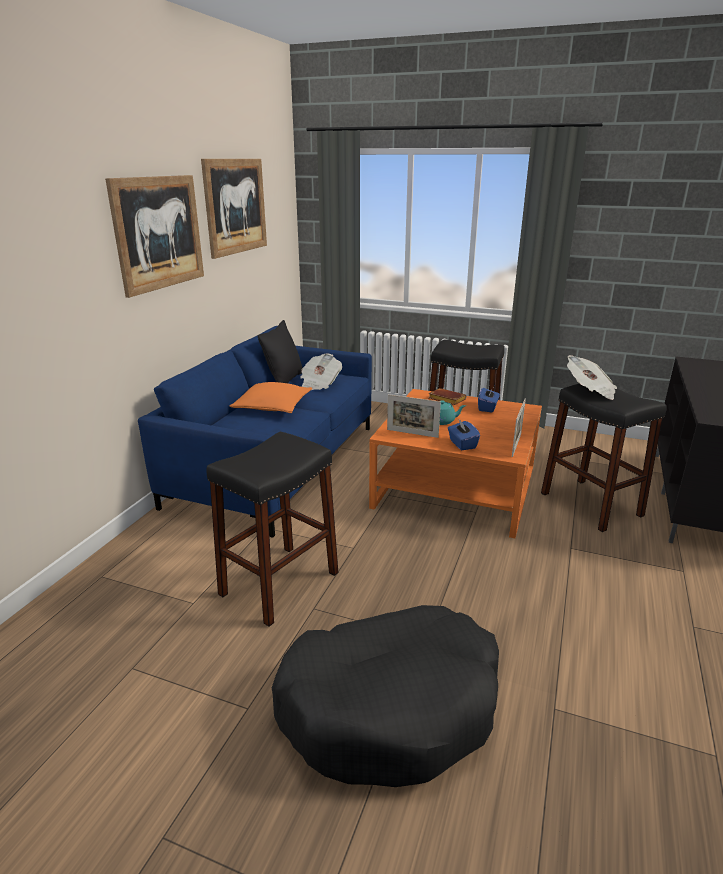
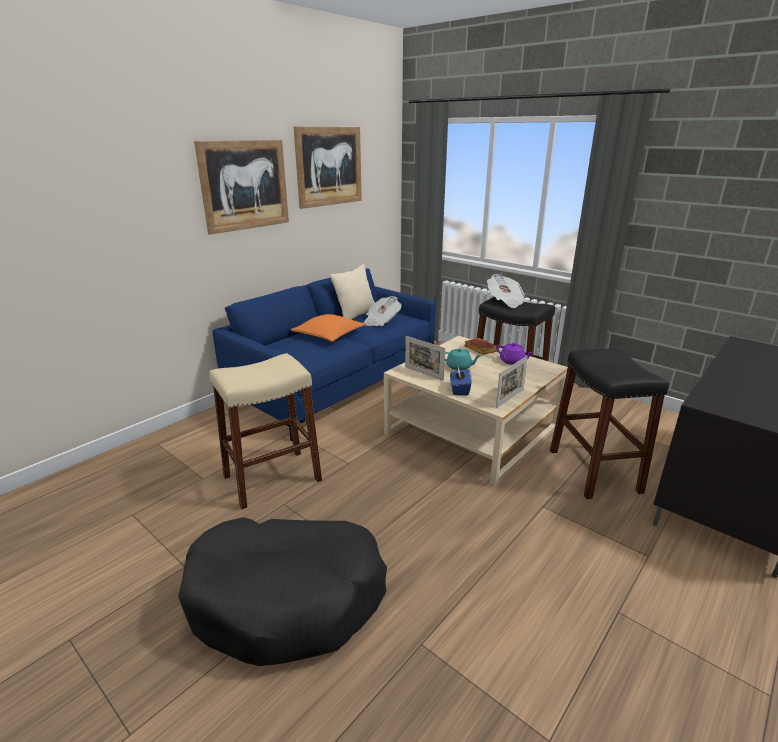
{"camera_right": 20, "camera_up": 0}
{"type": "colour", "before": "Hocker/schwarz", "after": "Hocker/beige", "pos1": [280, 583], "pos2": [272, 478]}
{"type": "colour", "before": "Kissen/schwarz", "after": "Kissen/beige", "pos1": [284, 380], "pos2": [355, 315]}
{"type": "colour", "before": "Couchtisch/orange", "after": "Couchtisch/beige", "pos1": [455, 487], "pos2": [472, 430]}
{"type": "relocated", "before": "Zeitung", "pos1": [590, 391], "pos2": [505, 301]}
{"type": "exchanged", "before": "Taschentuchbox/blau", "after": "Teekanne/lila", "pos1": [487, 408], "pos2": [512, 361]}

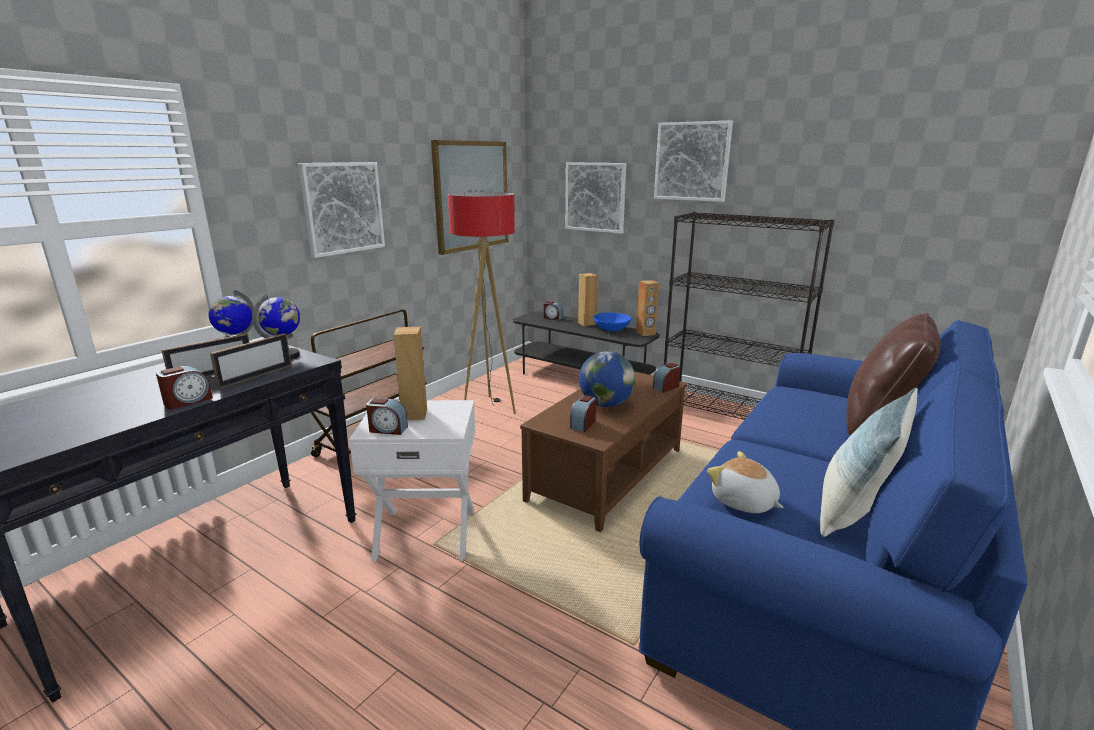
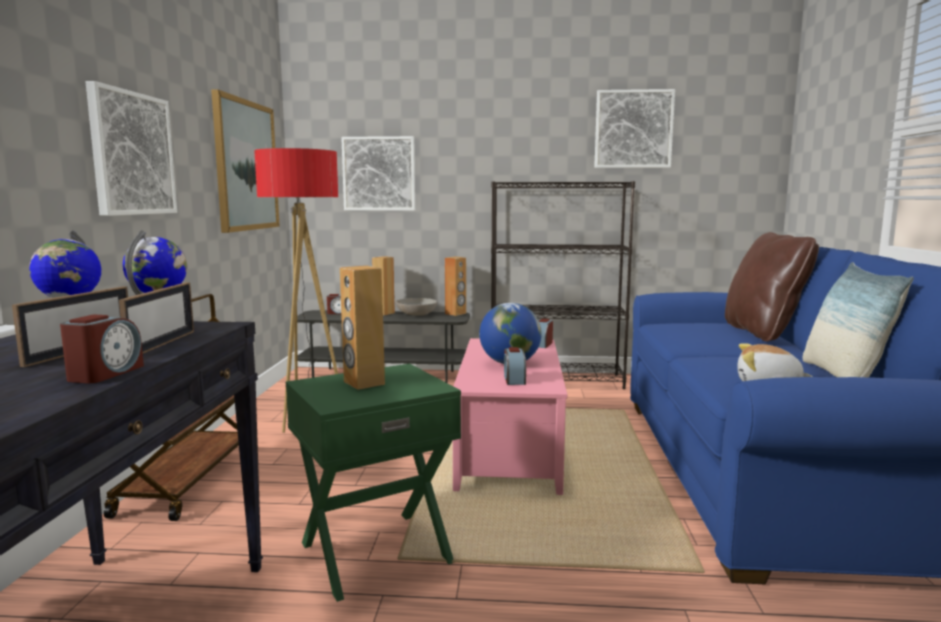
{"camera_right": -30, "camera_up": -10}
{"type": "colour", "before": "Beistelltisch/weiß", "after": "Beistelltisch/grün", "pos1": [426, 532], "pos2": [375, 551]}
{"type": "colour", "before": "Schüssel/blau", "after": "Schüssel/grau", "pos1": [611, 329], "pos2": [416, 314]}
{"type": "colour", "before": "Couchtisch/braun", "after": "Couchtisch/rosa", "pos1": [608, 475], "pos2": [511, 448]}
{"type": "relocated", "before": "Bild", "pos1": [692, 161], "pos2": [633, 129]}
{"type": "missing", "before": "Wecker", "pos1": [387, 429]}

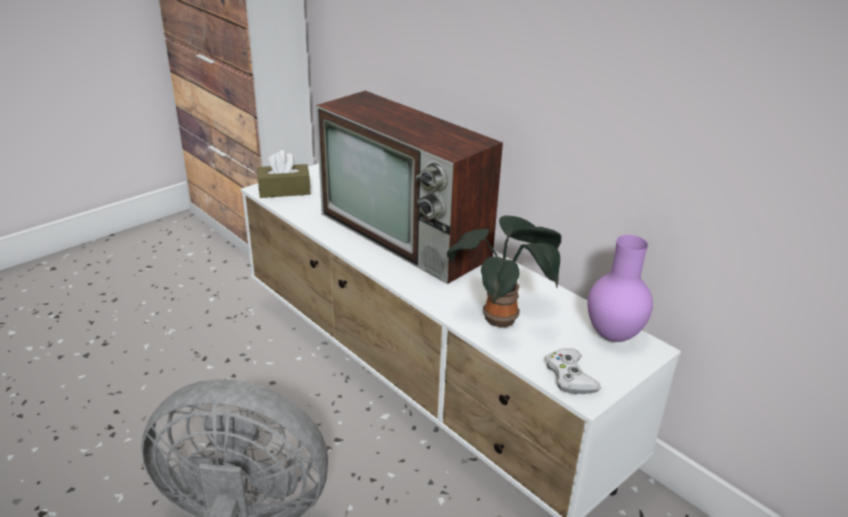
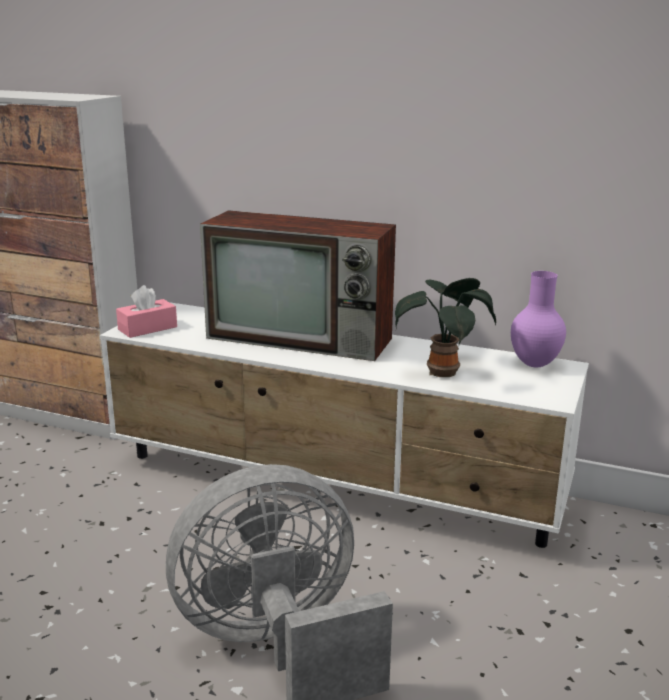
{"camera_right": -25, "camera_up": -10}
{"type": "colour", "before": "Taschentuchbox/braun", "after": "Taschentuchbox/rosa", "pos1": [284, 190], "pos2": [147, 328]}
{"type": "missing", "before": "Gamepad/weiß", "pos1": [570, 376]}

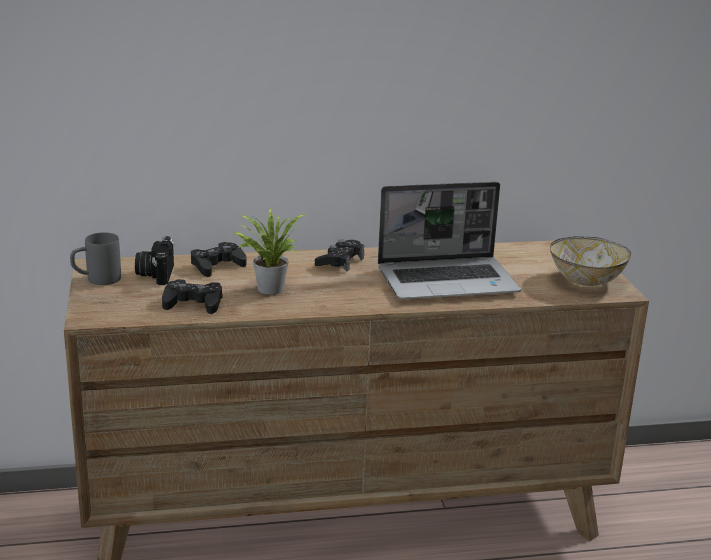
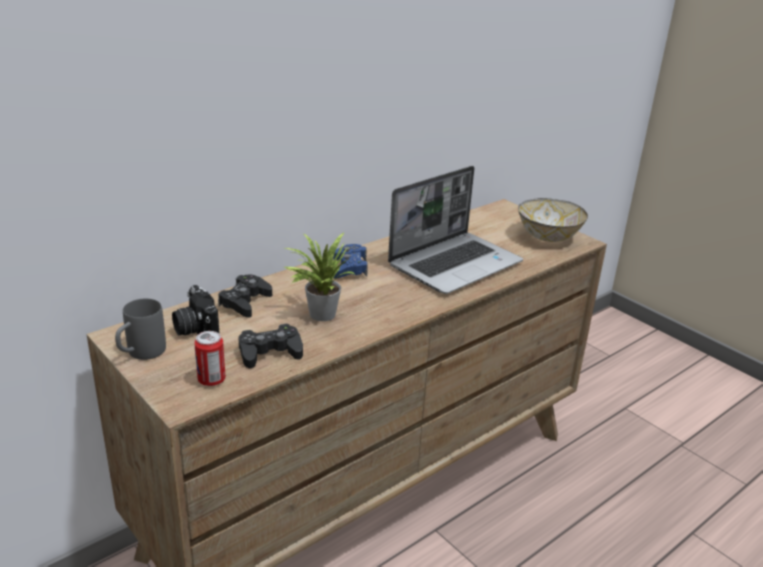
{"camera_right": -30, "camera_up": 5}
{"type": "appeared", "after": "Dose", "pos2": [211, 380]}
{"type": "colour", "before": "Gamepad/schwarz", "after": "Gamepad/blau", "pos1": [340, 262], "pos2": [349, 268]}

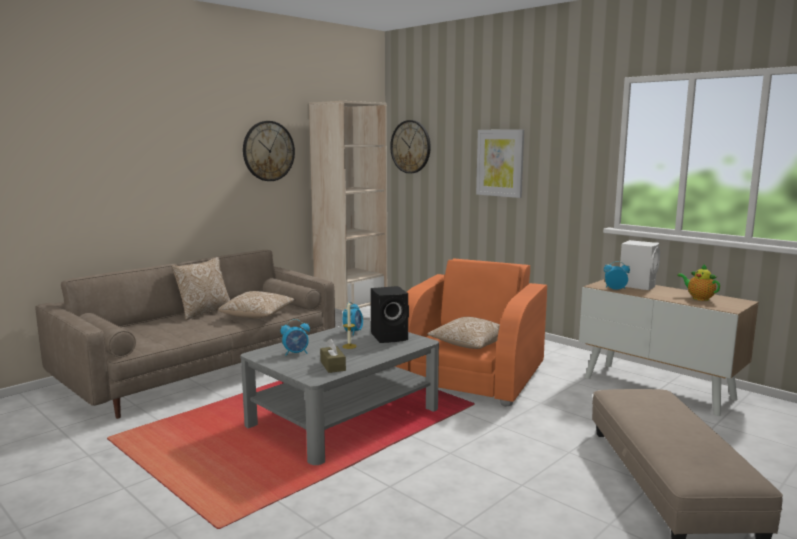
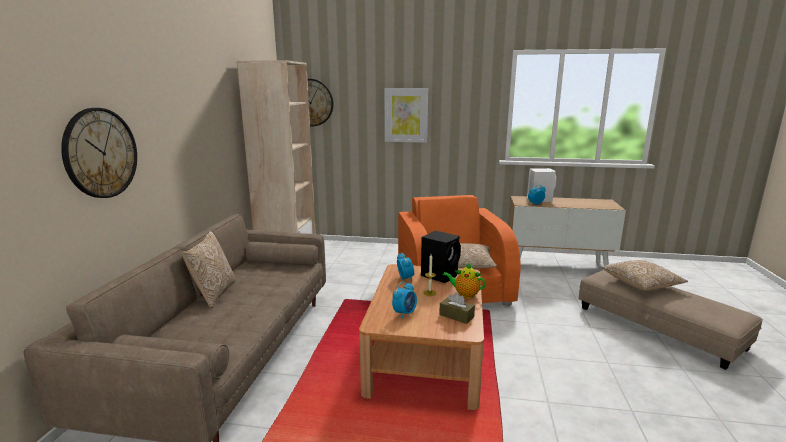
{"camera_right": -35, "camera_up": 5}
{"type": "relocated", "before": "Wanduhr", "pos1": [268, 151], "pos2": [100, 153]}
{"type": "colour", "before": "Couchtisch/grau", "after": "Couchtisch/braun", "pos1": [344, 417], "pos2": [425, 355]}
{"type": "relocated", "before": "Teekanne", "pos1": [698, 298], "pos2": [465, 294]}
{"type": "relocated", "before": "Kissen", "pos1": [258, 316], "pos2": [641, 284]}

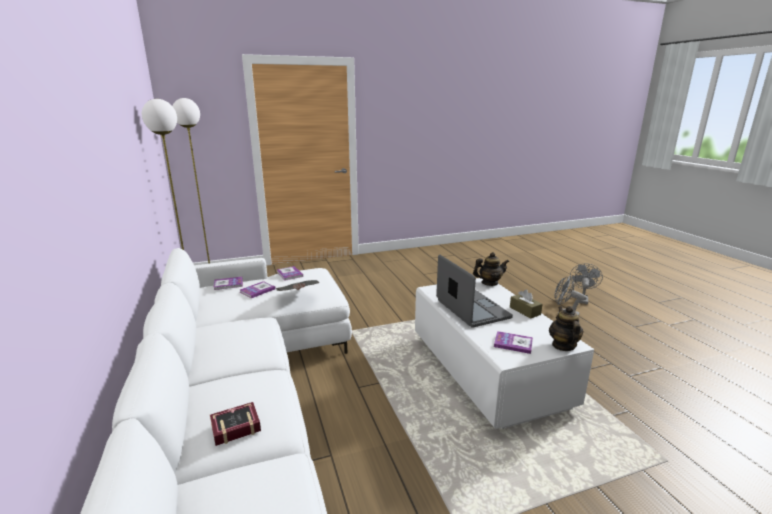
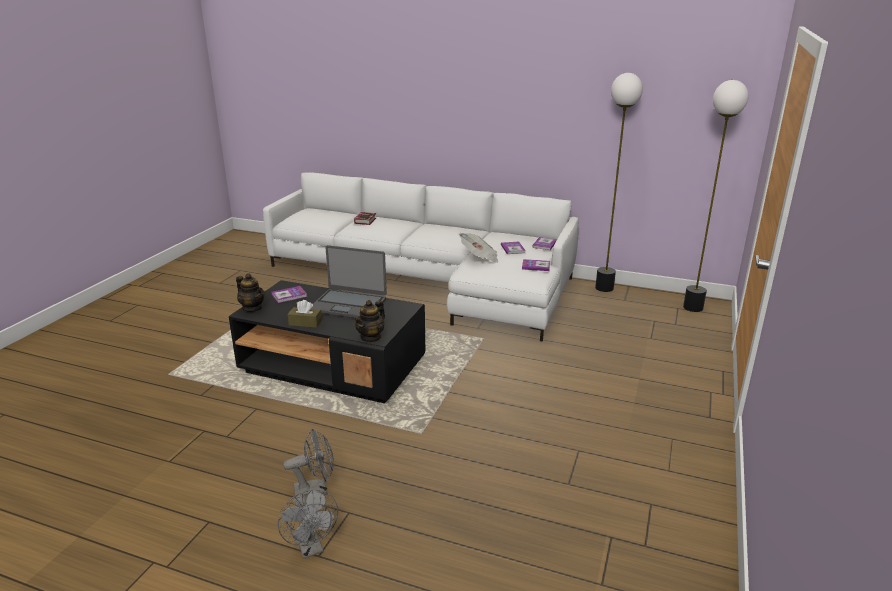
{"camera_right": 130, "camera_up": 5}
{"type": "colour", "before": "Couchtisch/weiß", "after": "Couchtisch/schwarz", "pos1": [487, 370], "pos2": [333, 368]}

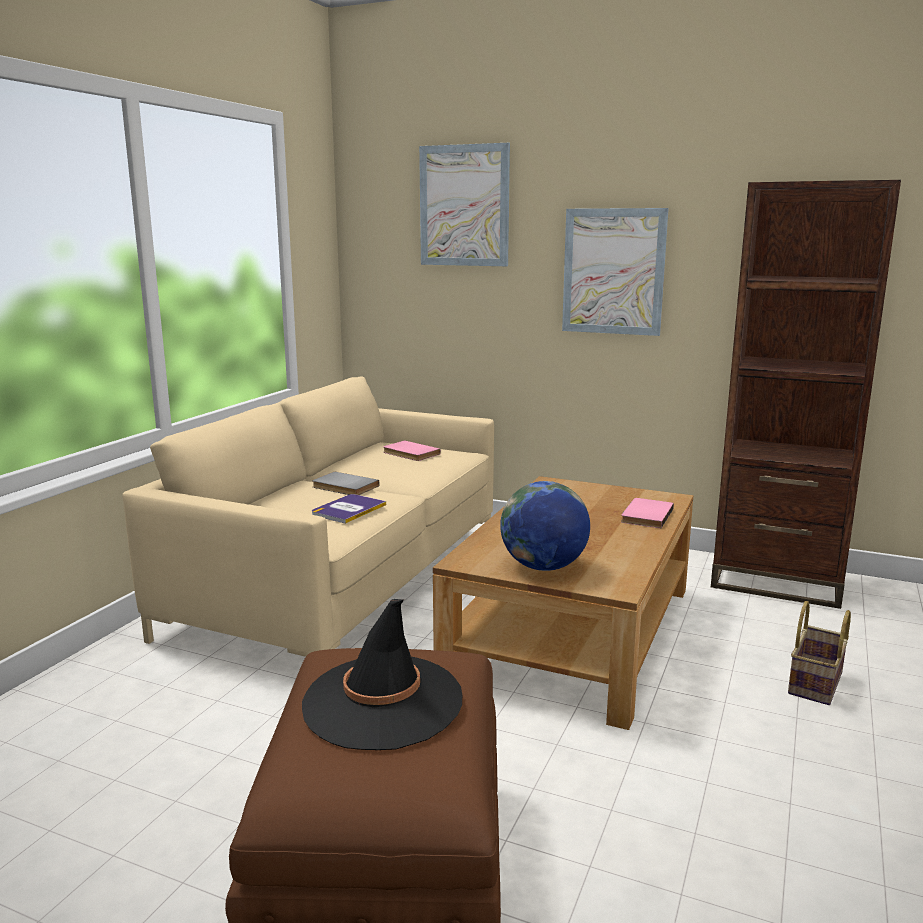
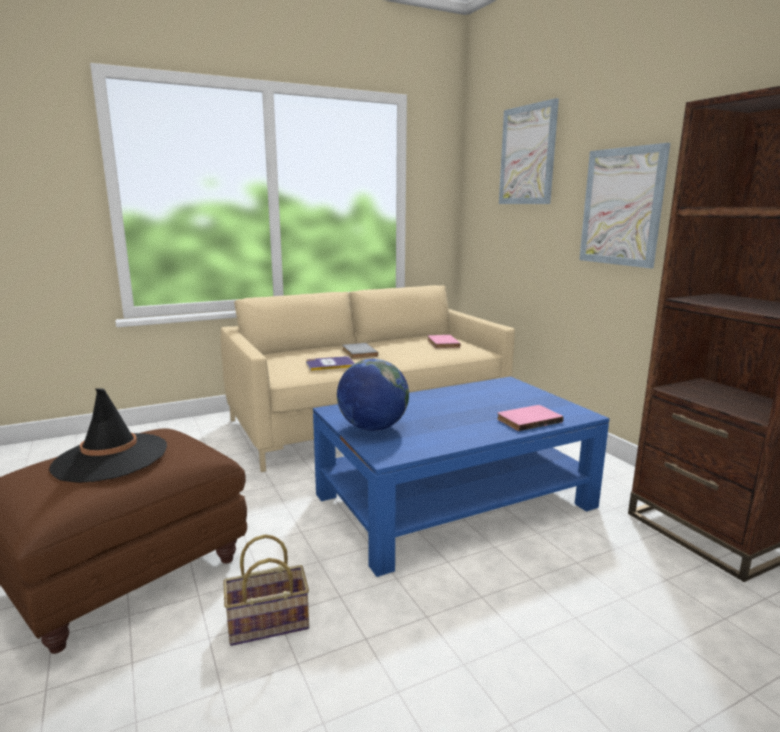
{"camera_right": 40, "camera_up": 0}
{"type": "relocated", "before": "Korb", "pos1": [816, 684], "pos2": [266, 625]}
{"type": "colour", "before": "Couchtisch/braun", "after": "Couchtisch/blau", "pos1": [574, 631], "pos2": [455, 500]}

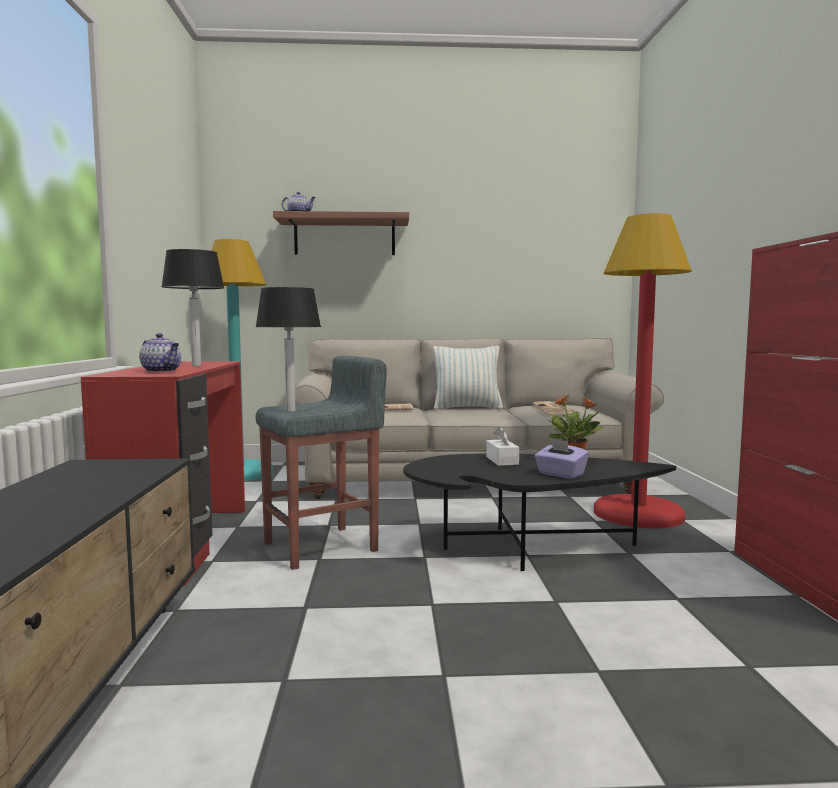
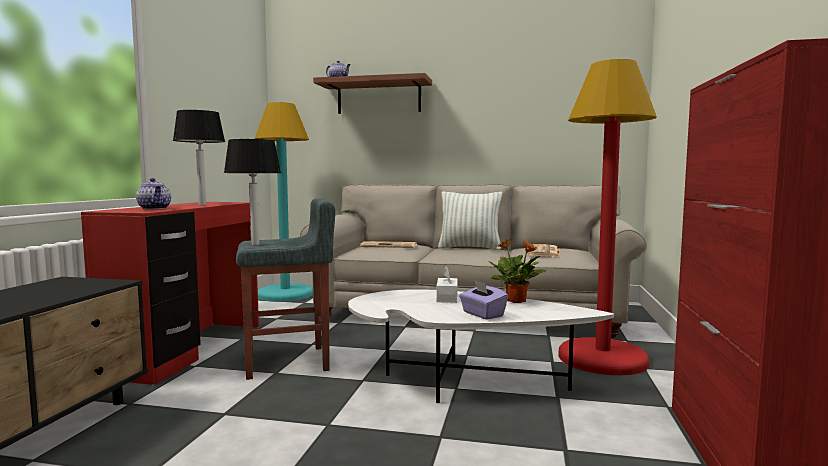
{"camera_right": 15, "camera_up": 0}
{"type": "colour", "before": "Couchtisch/schwarz", "after": "Couchtisch/weiß", "pos1": [523, 547], "pos2": [459, 380]}

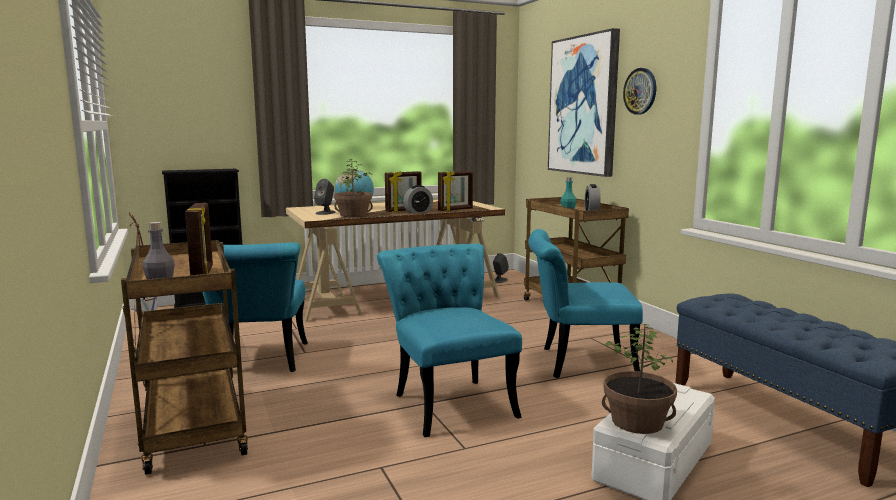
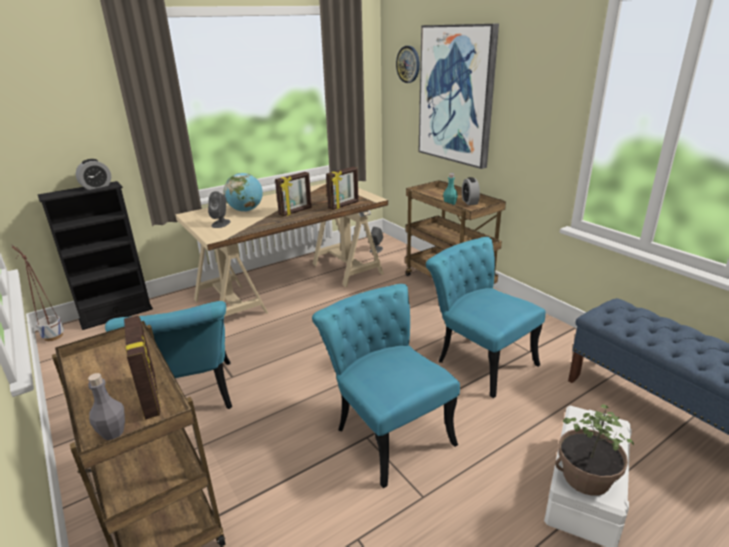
{"camera_right": -10, "camera_up": 15}
{"type": "relocated", "before": "Wecker", "pos1": [418, 212], "pos2": [96, 186]}
{"type": "relocated", "before": "Wanduhr", "pos1": [640, 91], "pos2": [408, 64]}
{"type": "spun", "before": "Stuhl/türkis", "pos1": [577, 363], "pos2": [478, 359], "turn": 60}
{"type": "missing", "before": "Topfpflanze", "pos1": [353, 215]}

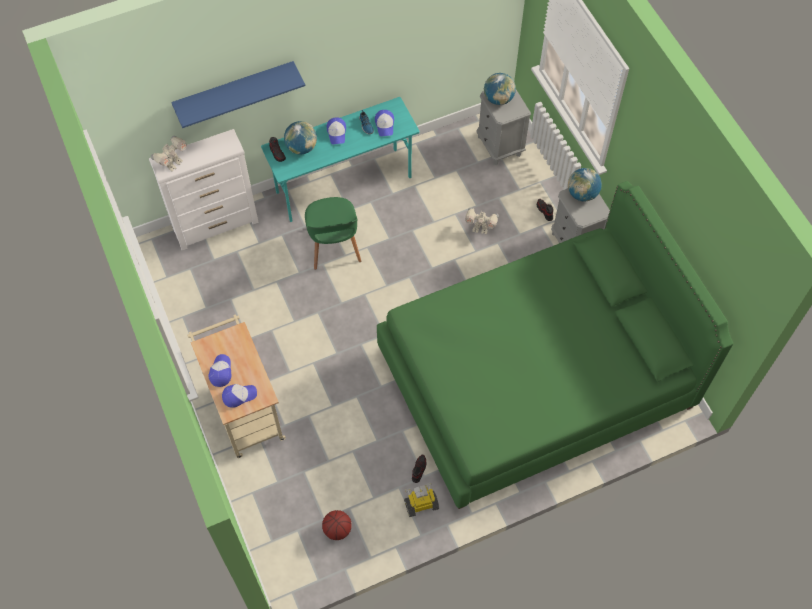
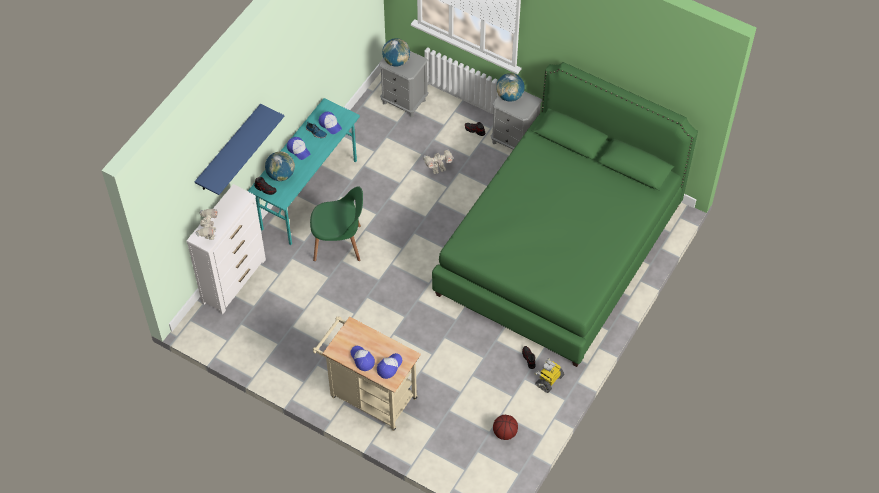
{"camera_right": -35, "camera_up": -5}
{"type": "spun", "before": "Stuhl/grün", "pos1": [334, 246], "pos2": [339, 243], "turn": -45}

